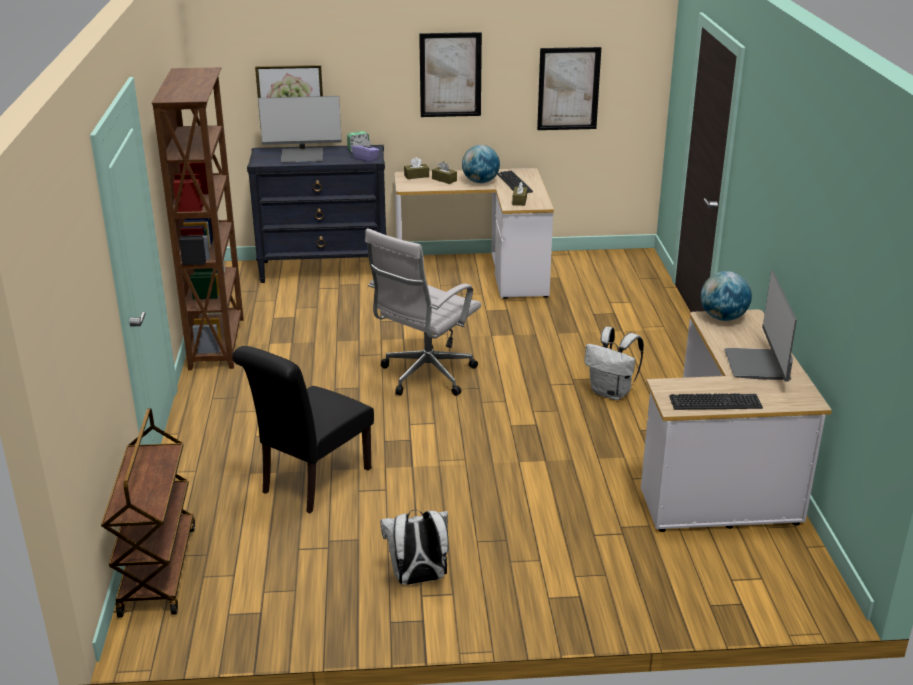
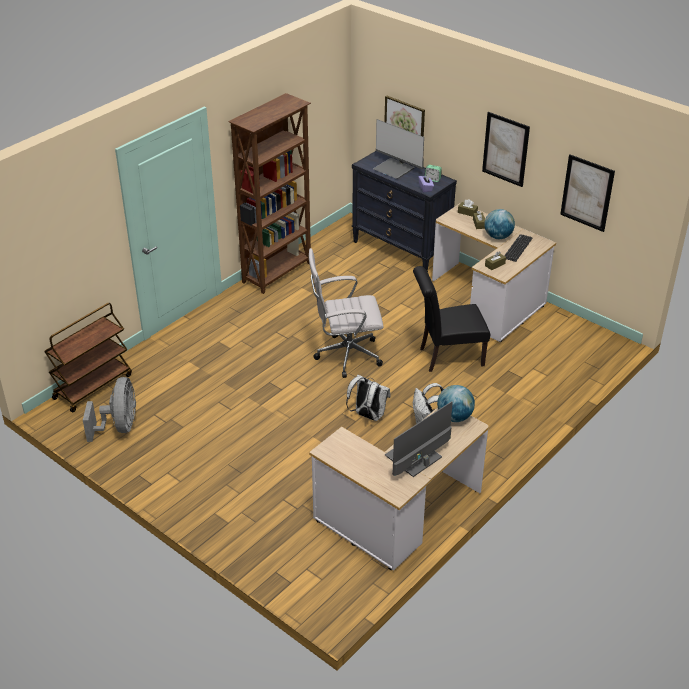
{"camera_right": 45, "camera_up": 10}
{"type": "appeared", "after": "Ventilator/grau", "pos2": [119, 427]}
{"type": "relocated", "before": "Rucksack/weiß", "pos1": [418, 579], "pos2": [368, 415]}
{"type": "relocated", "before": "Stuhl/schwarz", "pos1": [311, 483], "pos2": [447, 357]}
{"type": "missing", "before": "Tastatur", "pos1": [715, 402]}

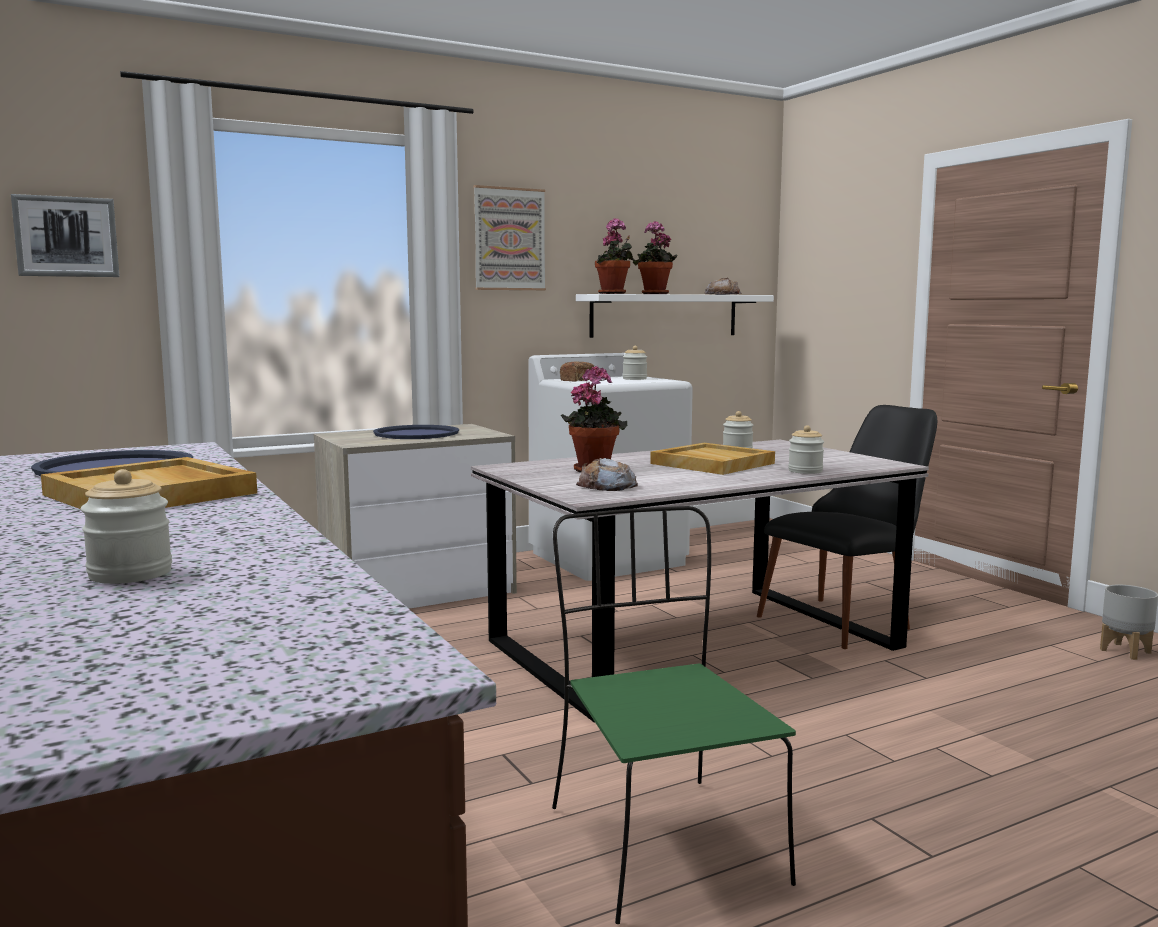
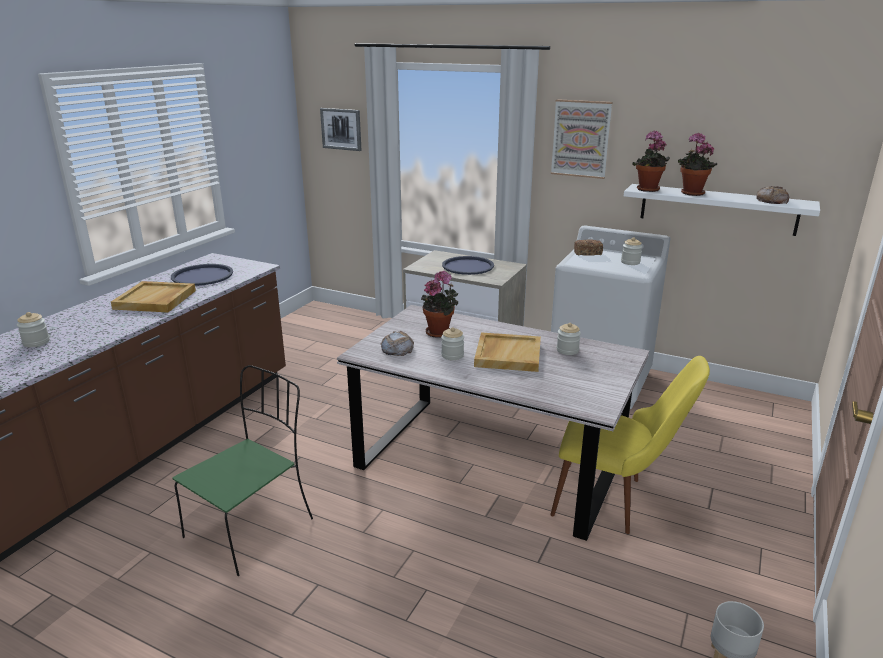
{"camera_right": 55, "camera_up": 15}
{"type": "relocated", "before": "Vorratsglas", "pos1": [805, 471], "pos2": [452, 355]}
{"type": "colour", "before": "Stuhl/schwarz", "after": "Stuhl/gelb", "pos1": [848, 618], "pos2": [615, 501]}

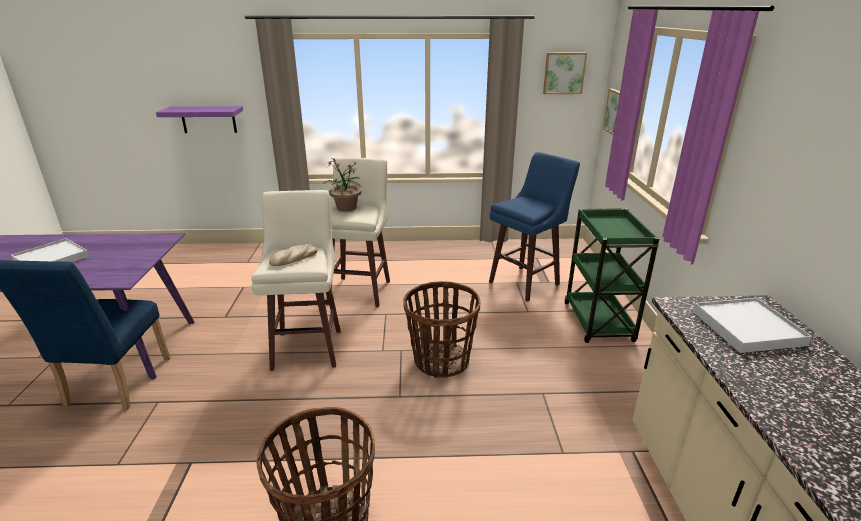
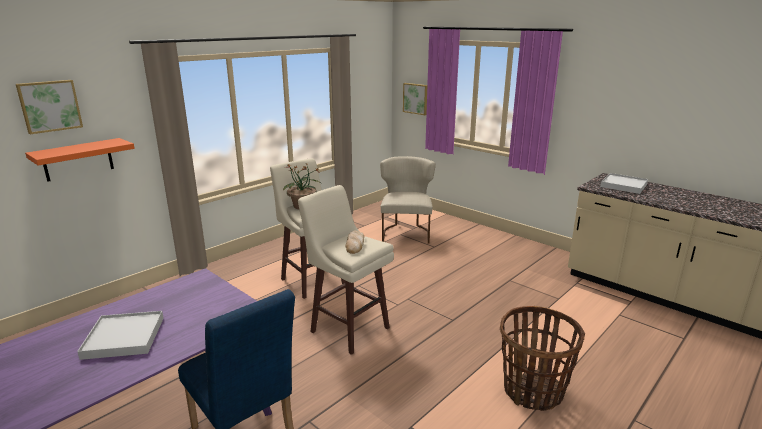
{"camera_right": -45, "camera_up": -5}
{"type": "relocated", "before": "Bild", "pos1": [564, 73], "pos2": [49, 106]}
{"type": "colour", "before": "Wandregal/lila", "after": "Wandregal/orange", "pos1": [208, 119], "pos2": [78, 159]}
{"type": "exchanged", "before": "Hocker/blau", "after": "Stuhl/beige", "pos1": [526, 283], "pos2": [406, 232]}
{"type": "missing", "before": "Korb", "pos1": [440, 361]}
{"type": "missing", "before": "Rollwagen/grün", "pos1": [598, 323]}

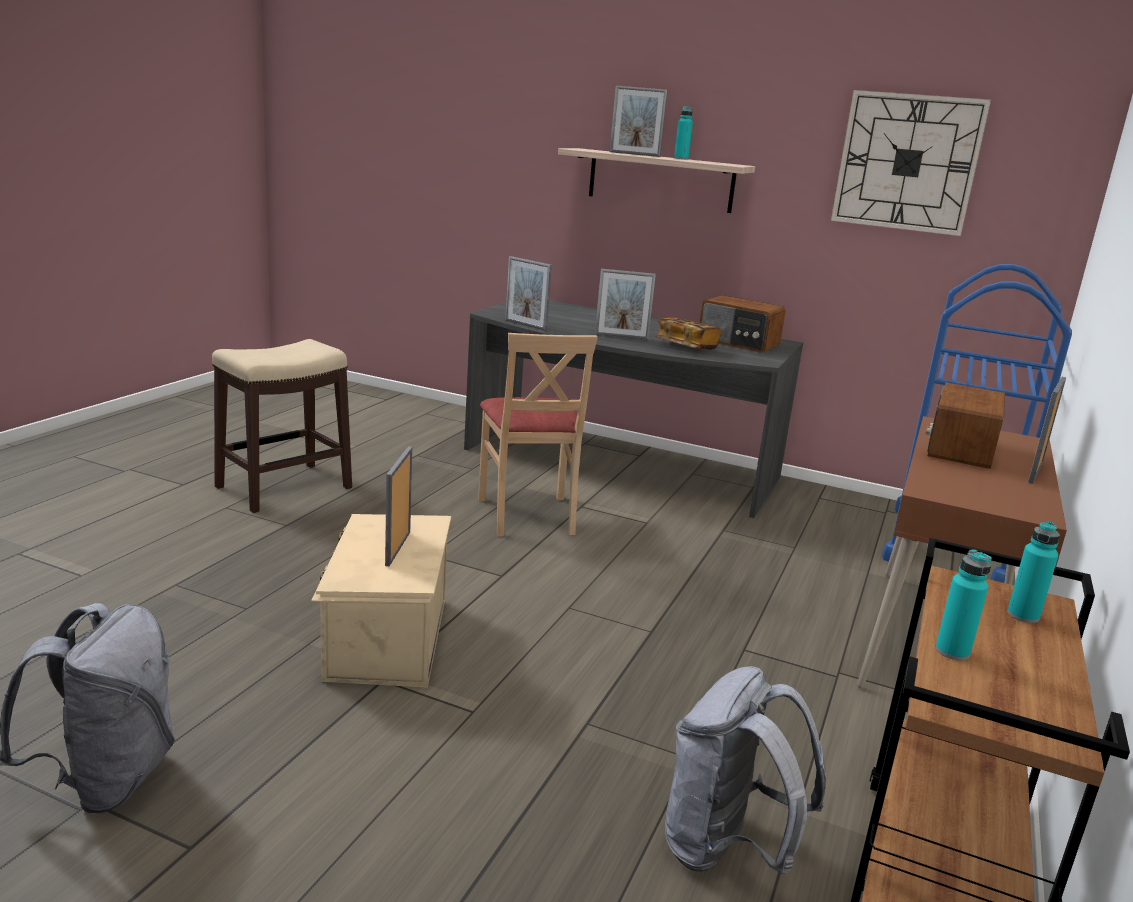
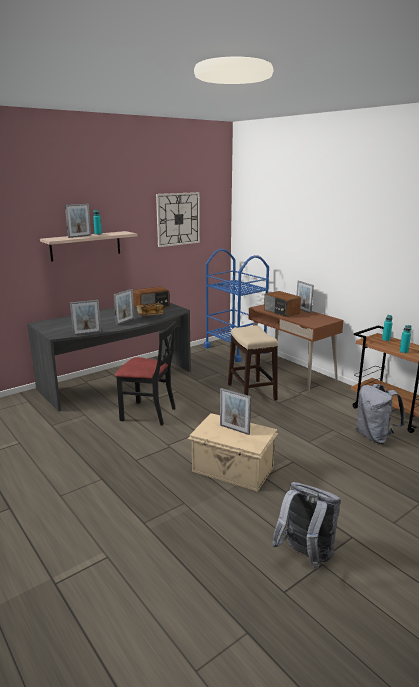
{"camera_right": -60, "camera_up": 0}
{"type": "colour", "before": "Stuhl/beige", "after": "Stuhl/schwarz", "pos1": [527, 515], "pos2": [148, 413]}
{"type": "relocated", "before": "Hocker", "pos1": [285, 487], "pos2": [251, 392]}

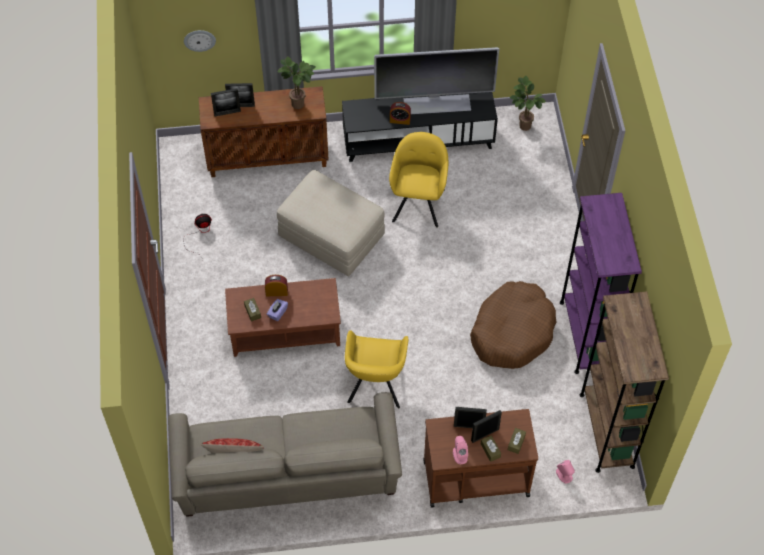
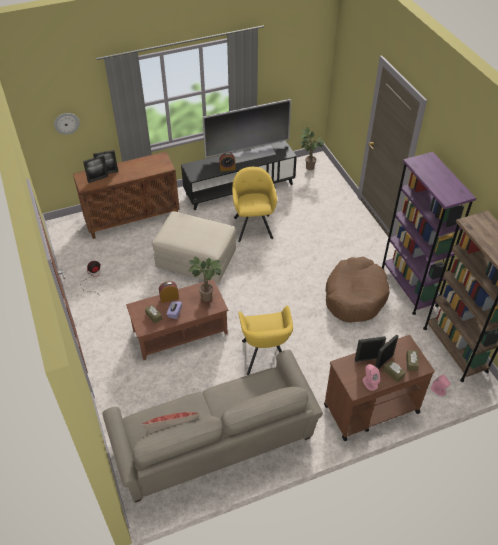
{"camera_right": -15, "camera_up": -10}
{"type": "relocated", "before": "Topfpflanze", "pos1": [300, 104], "pos2": [208, 297]}

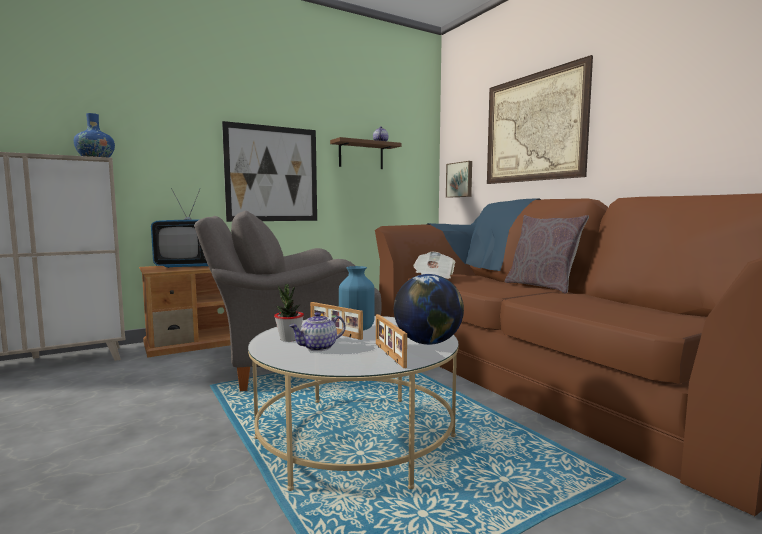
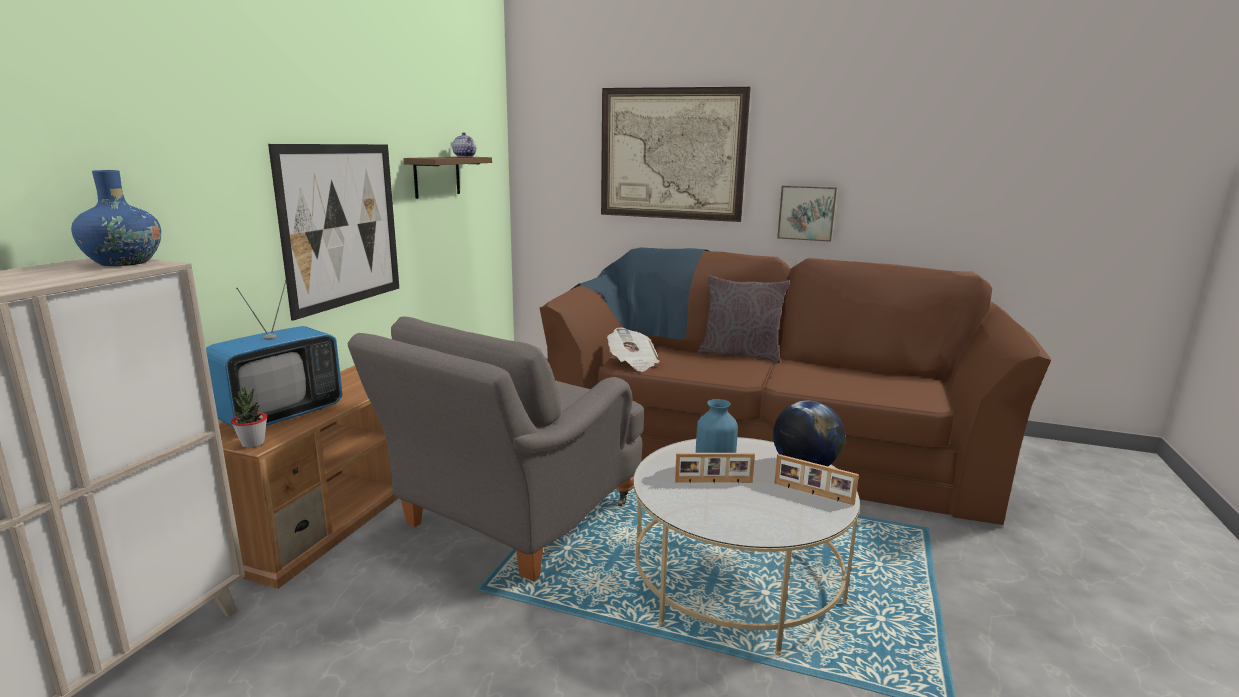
{"camera_right": -40, "camera_up": 10}
{"type": "relocated", "before": "Topfpflanze", "pos1": [289, 339], "pos2": [253, 443]}
{"type": "relocated", "before": "Bild", "pos1": [460, 179], "pos2": [806, 213]}
{"type": "missing", "before": "Teekanne", "pos1": [318, 348]}

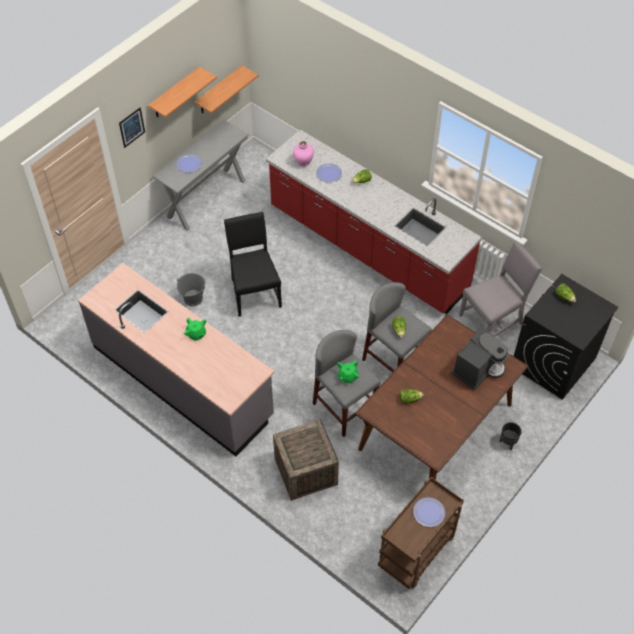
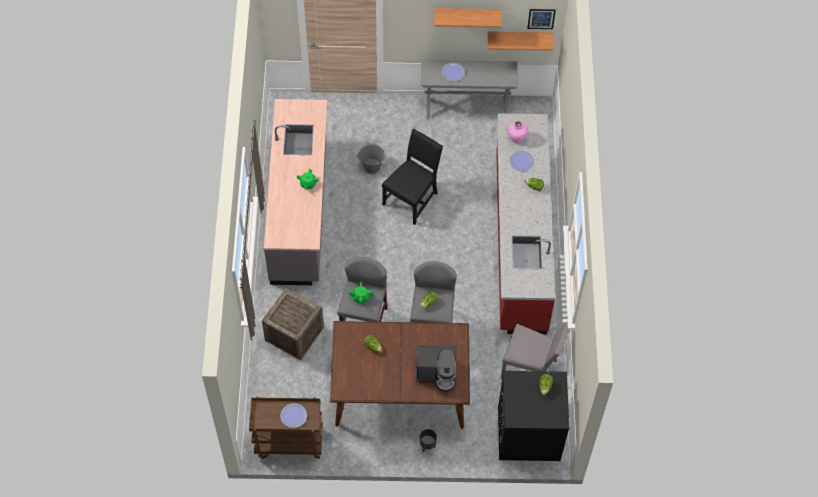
{"camera_right": 50, "camera_up": 5}
{"type": "relocated", "before": "Bild", "pos1": [131, 127], "pos2": [541, 18]}

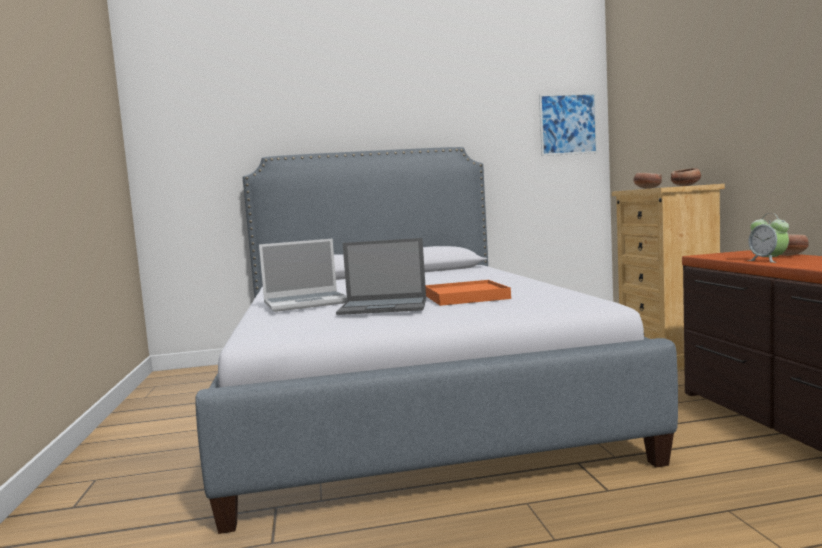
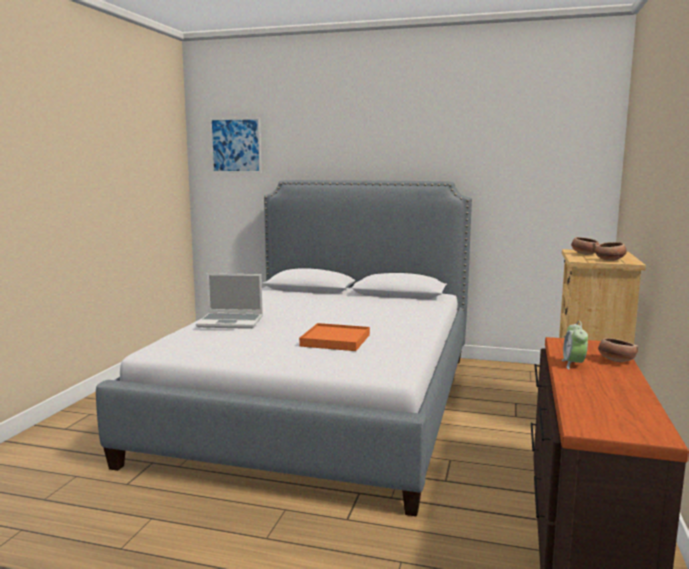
{"camera_right": 25, "camera_up": 5}
{"type": "relocated", "before": "Bild", "pos1": [568, 124], "pos2": [235, 145]}
{"type": "missing", "before": "Laptop", "pos1": [384, 306]}

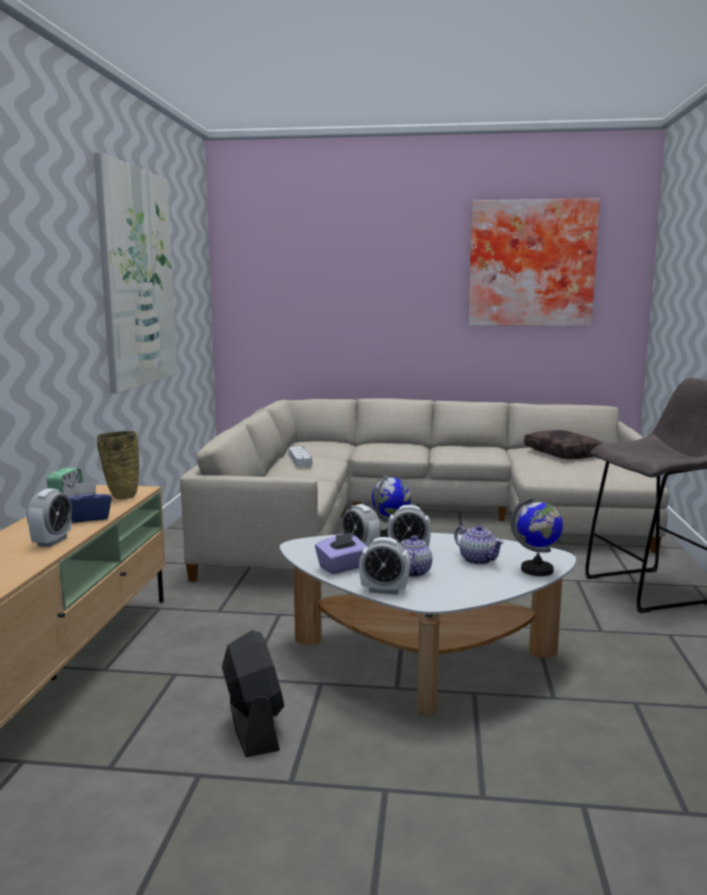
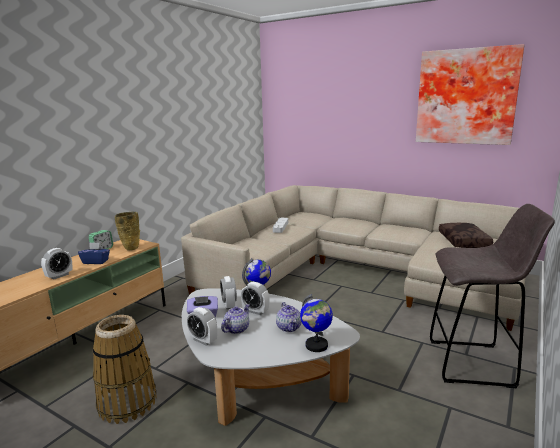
{"camera_right": 25, "camera_up": 5}
{"type": "exchanged", "before": "Ventilator/schwarz", "after": "Korb", "pos1": [253, 726], "pos2": [127, 402]}
{"type": "missing", "before": "Bild", "pos1": [137, 278]}

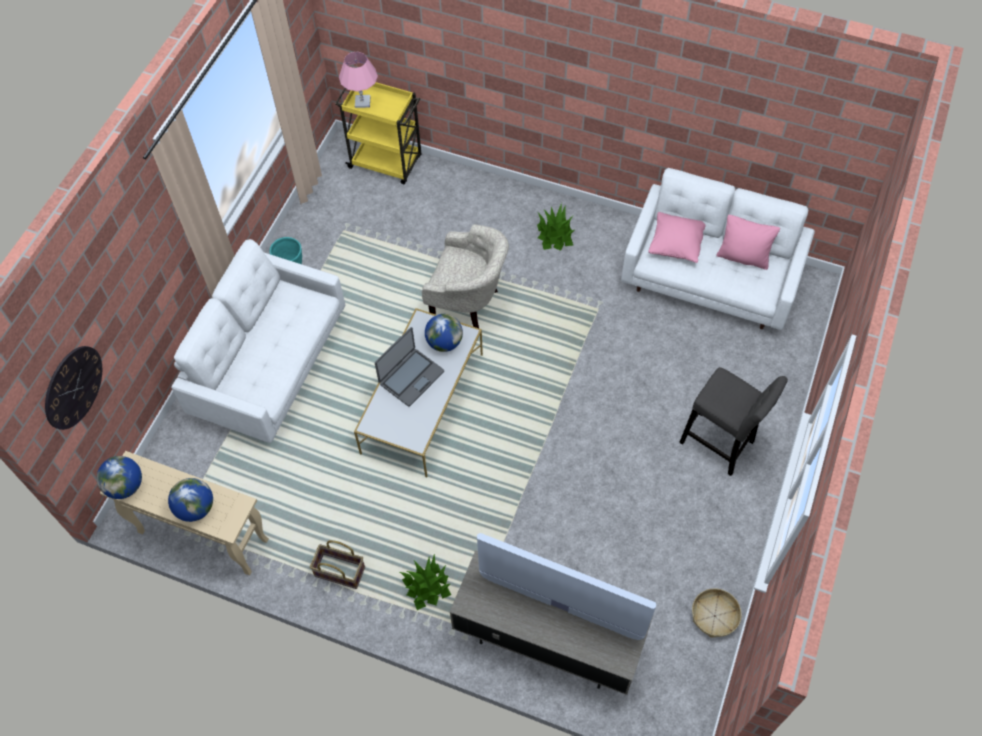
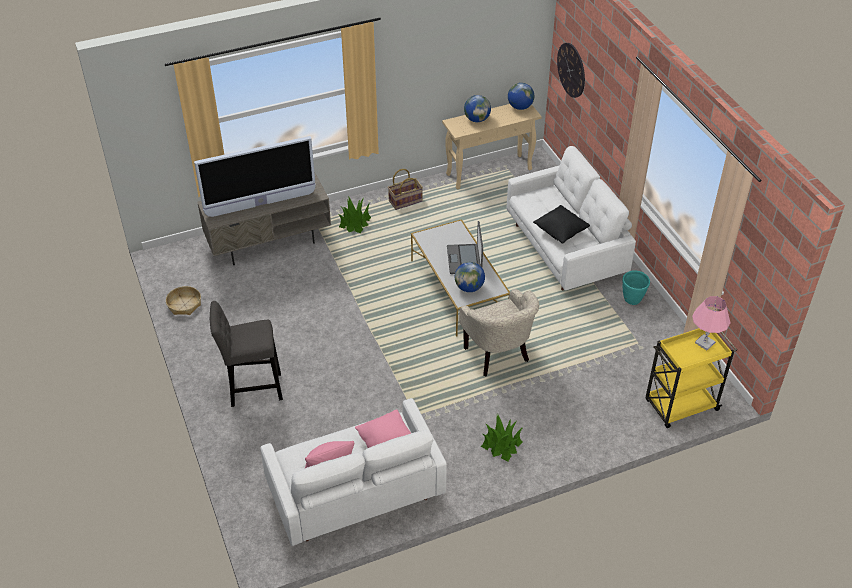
{"camera_right": 135, "camera_up": -15}
{"type": "spun", "before": "Sessel/beige", "pos1": [469, 307], "pos2": [498, 356], "turn": -90}
{"type": "appeared", "after": "Kissen/schwarz", "pos2": [560, 232]}

